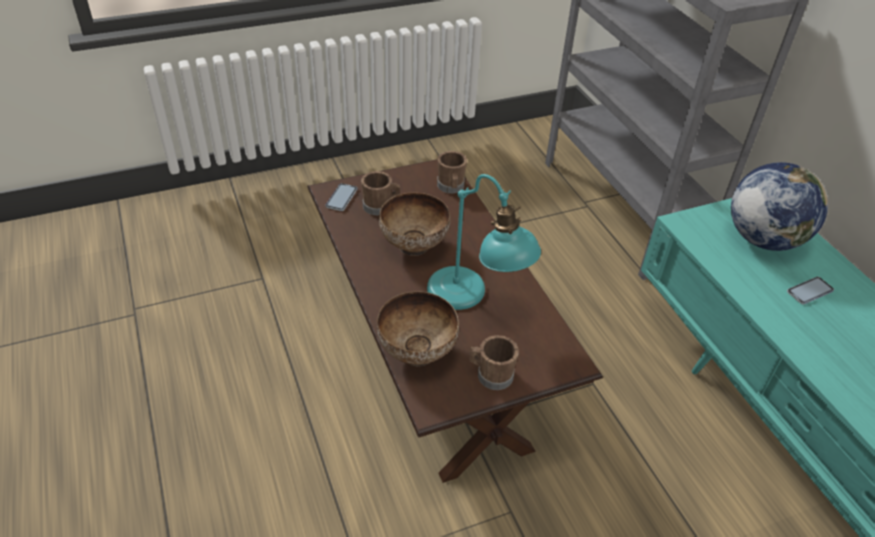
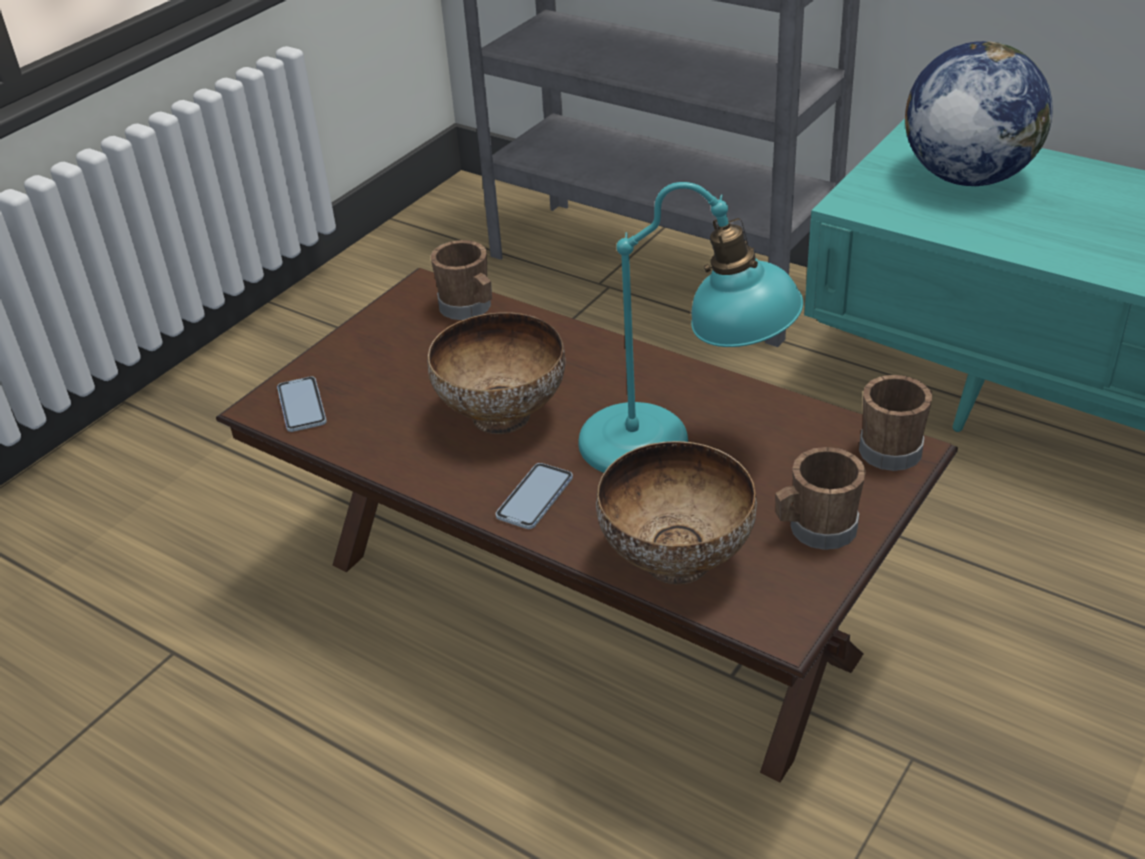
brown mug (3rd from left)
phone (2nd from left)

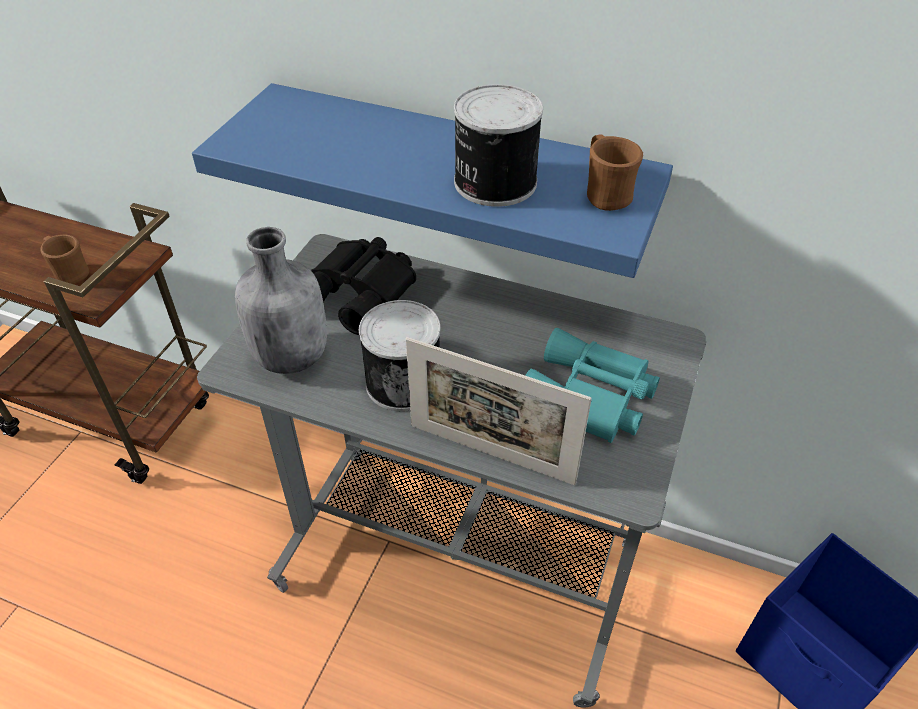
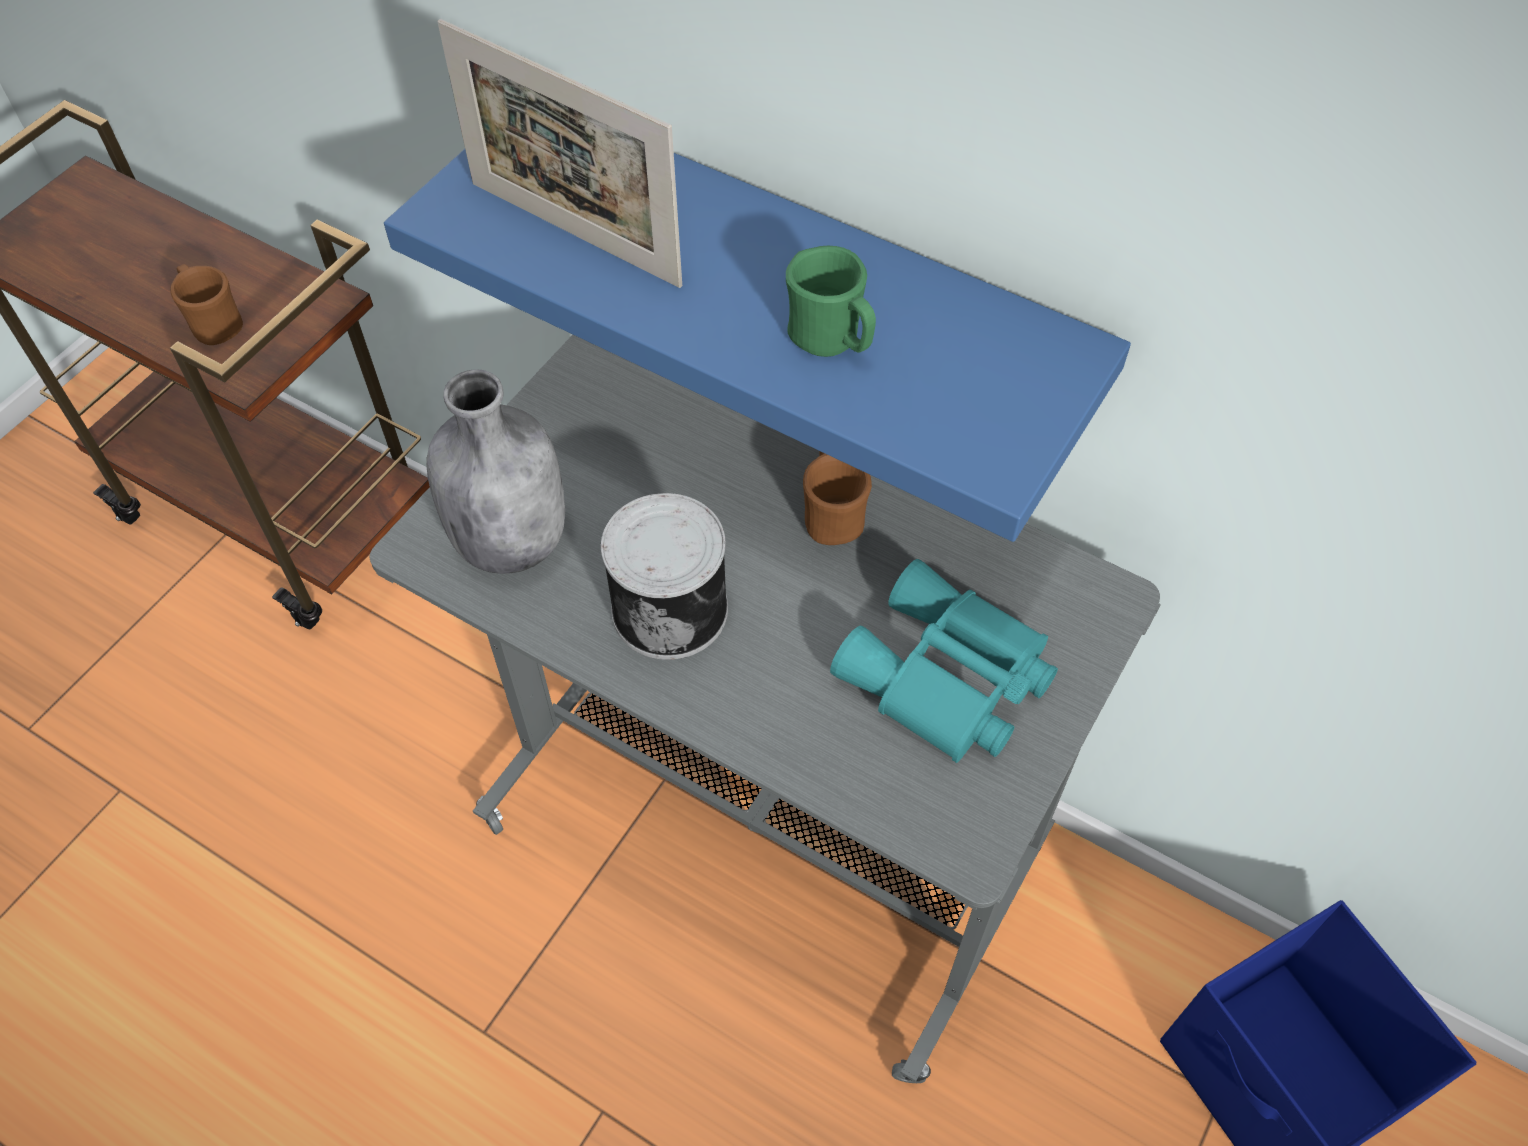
black binoculars
picture frame
green mug
brown mug (2nd from left)

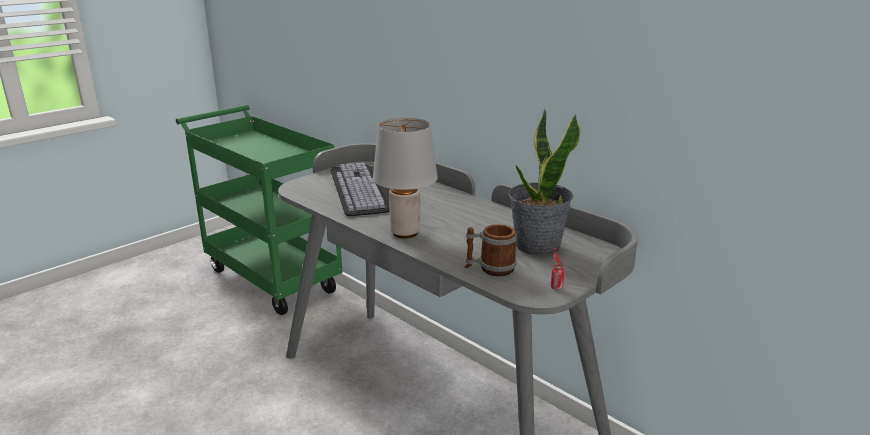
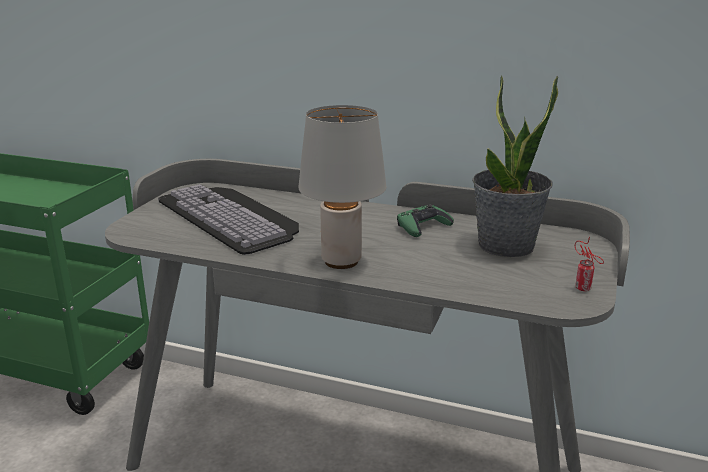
mug
green game controller

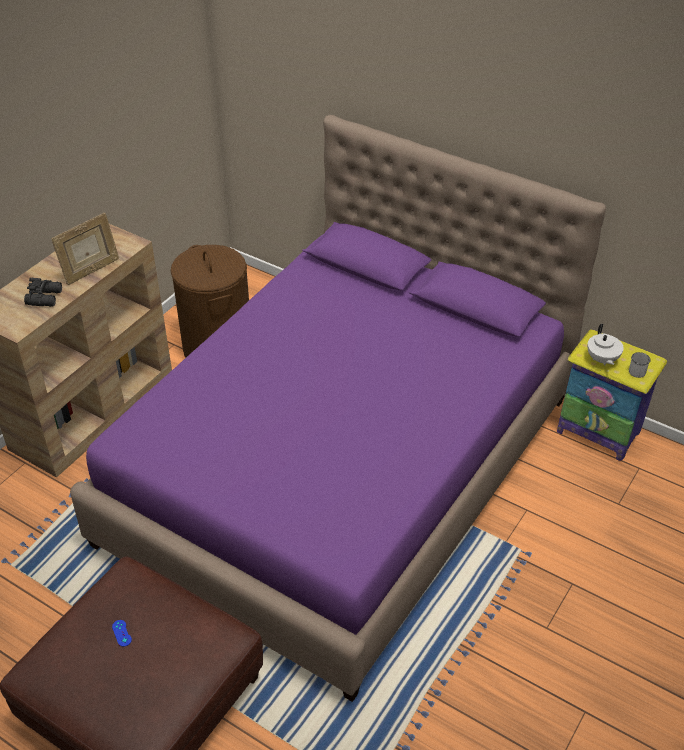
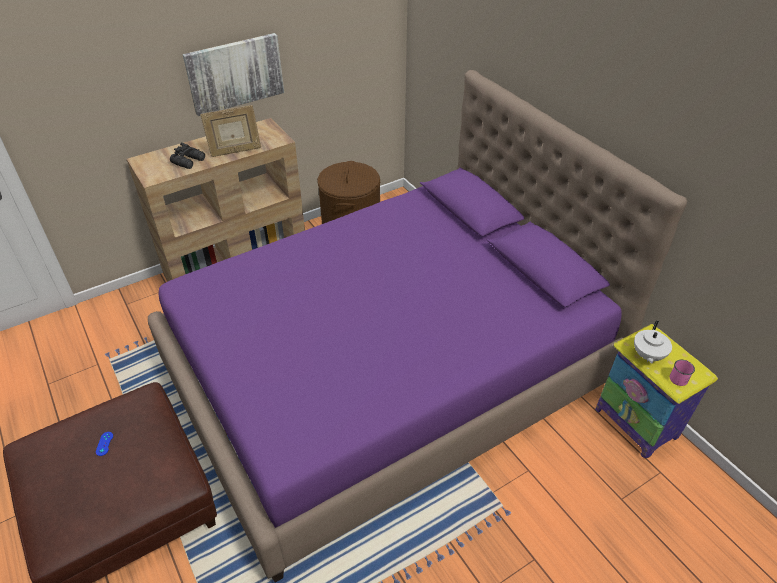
pink mug
picture

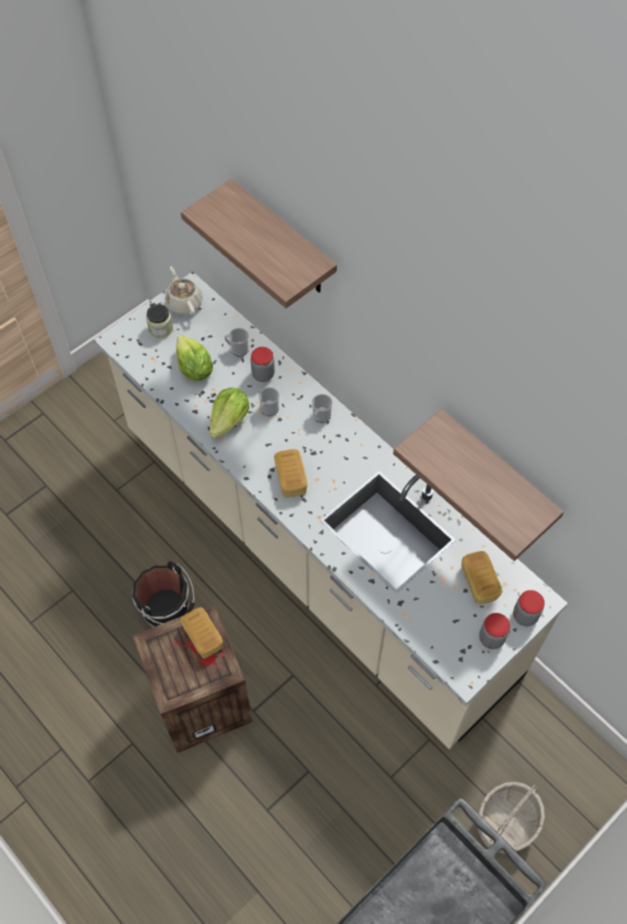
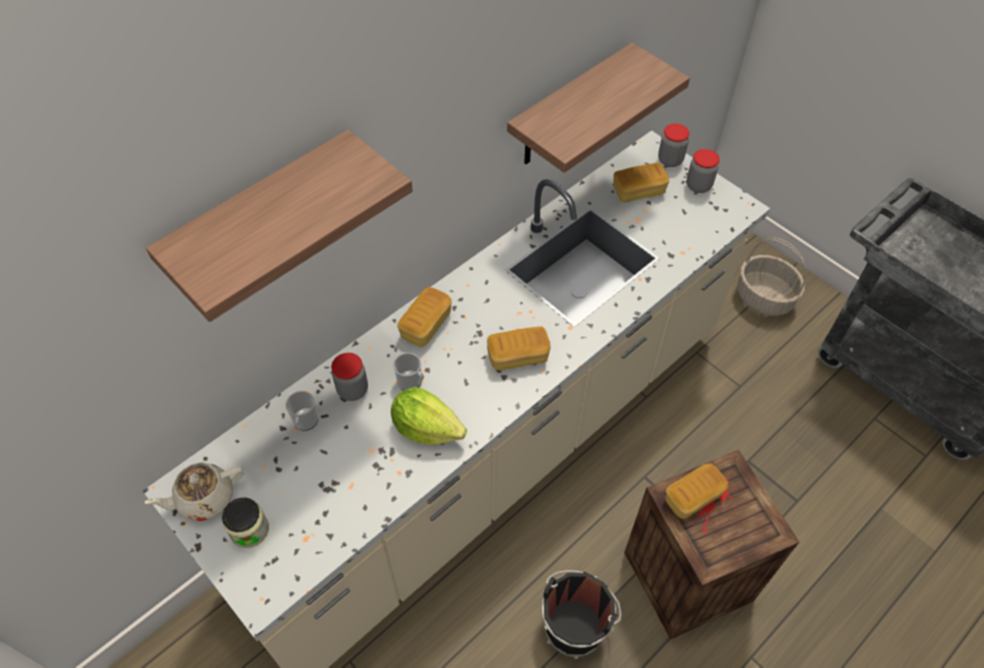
lettuce (1st from left in the first image)
bread (1st from left)

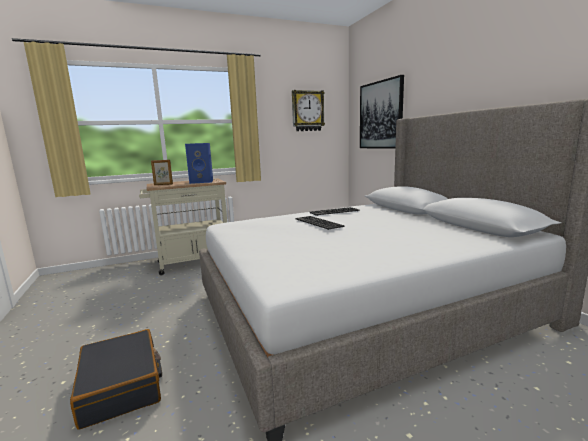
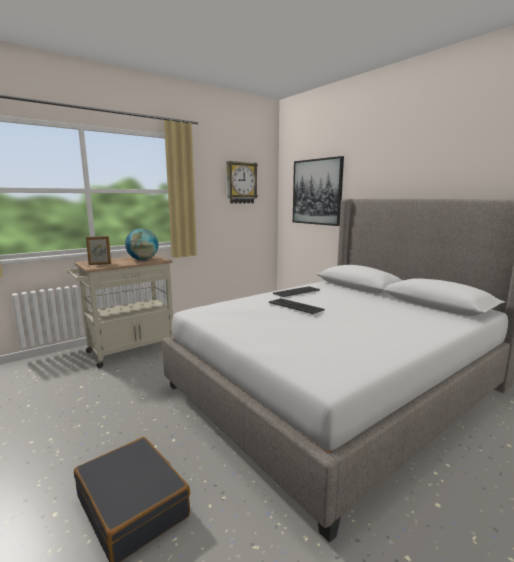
globe

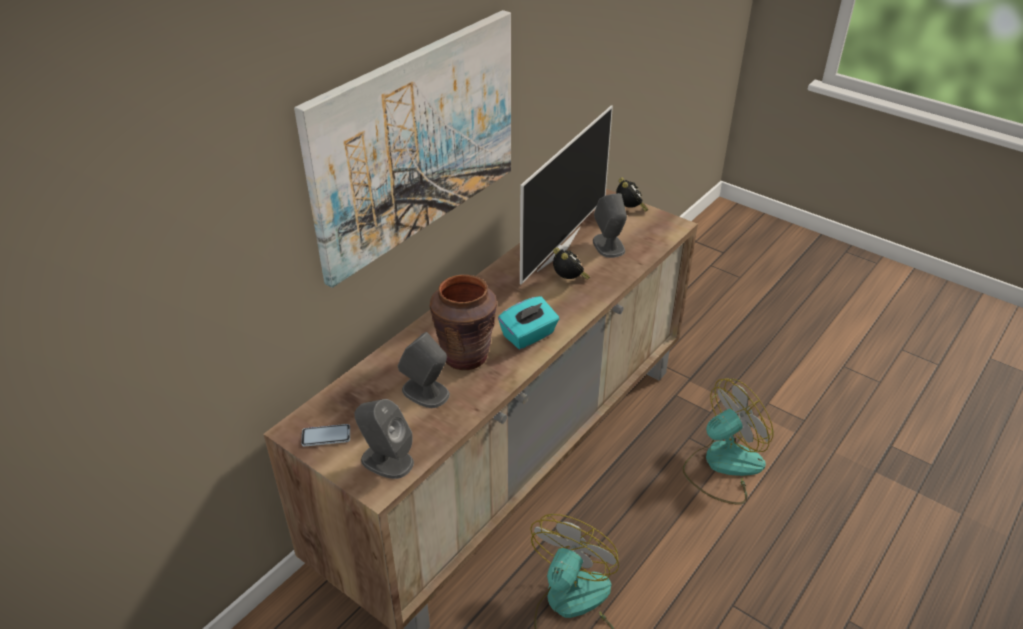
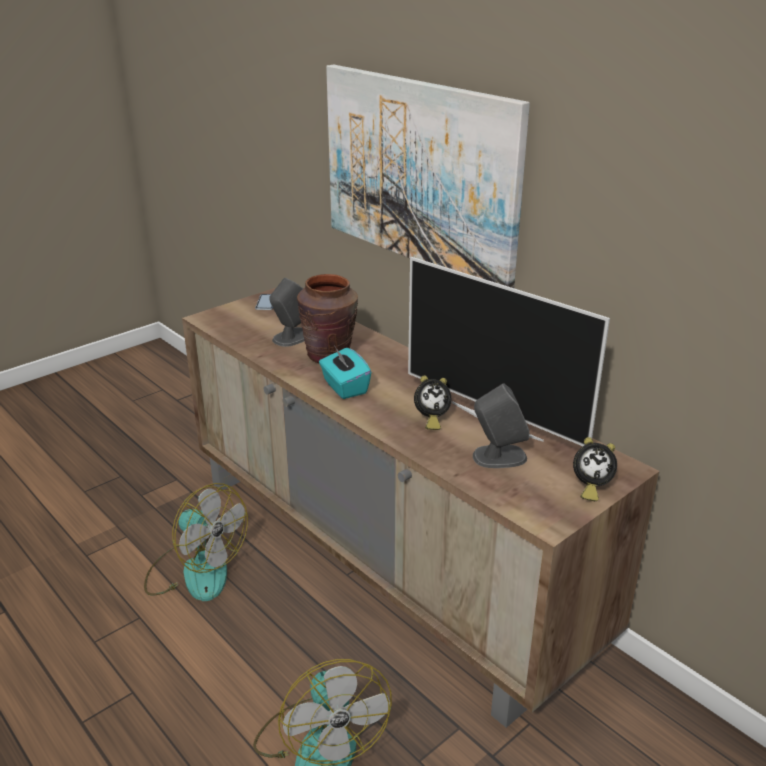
grey speaker (1st from left in the first image)

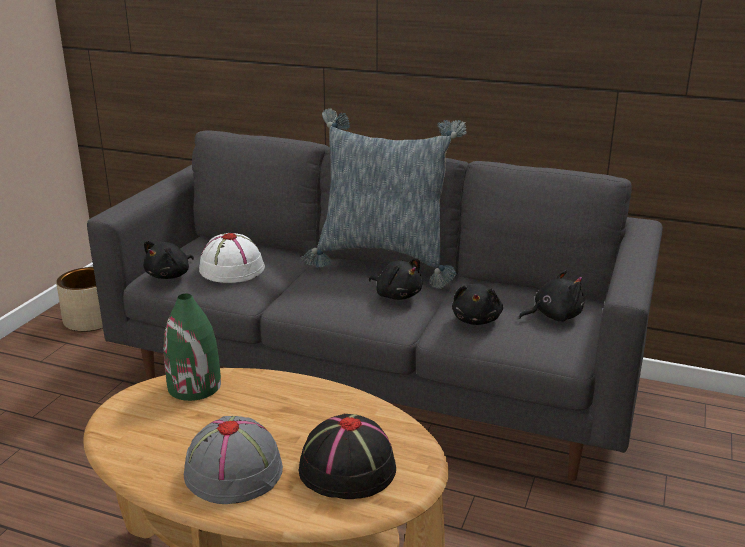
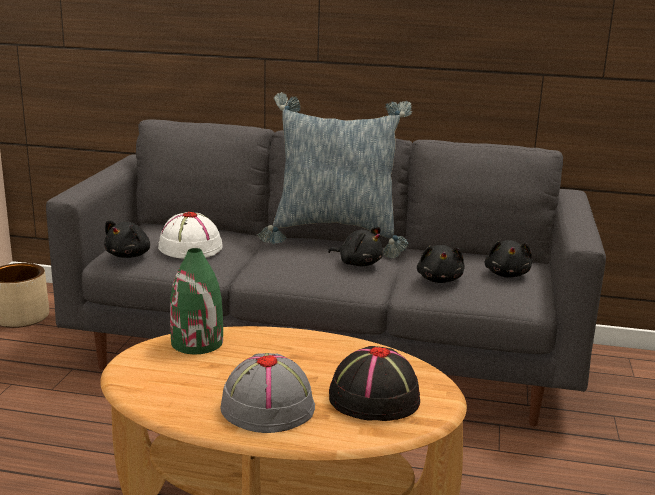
black plush toy (4th from left)

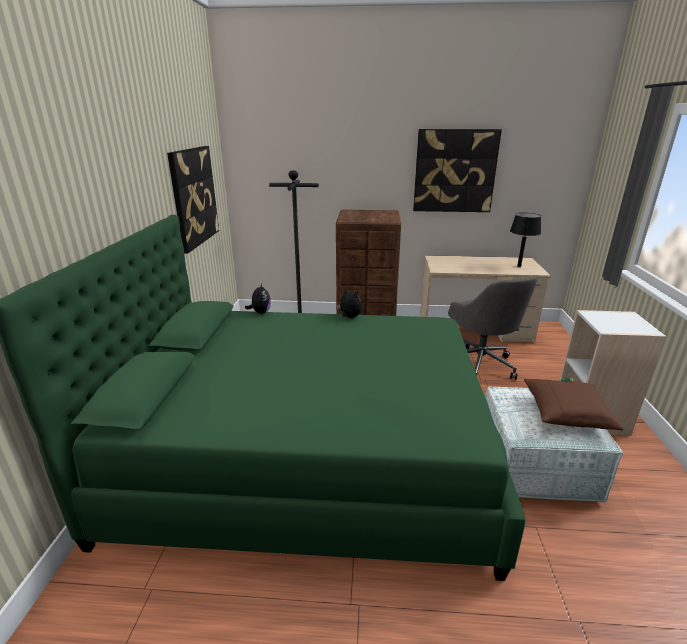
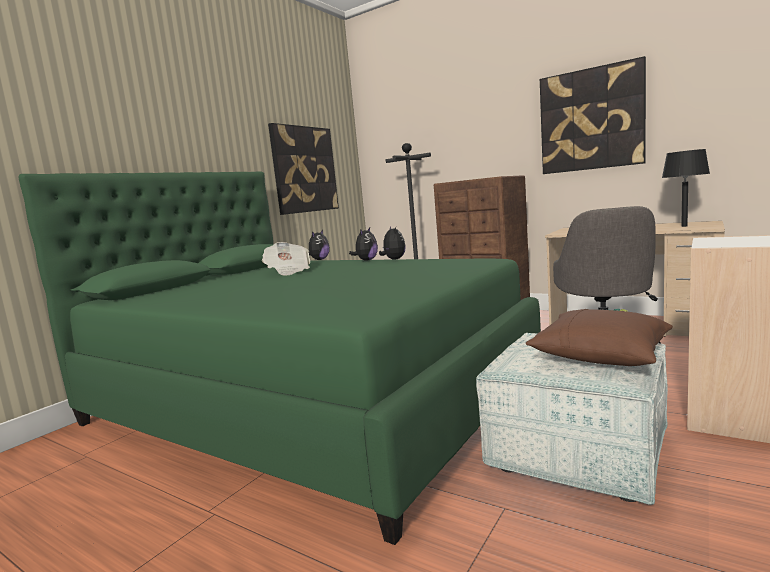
newspaper
plush toy (2nd from left)

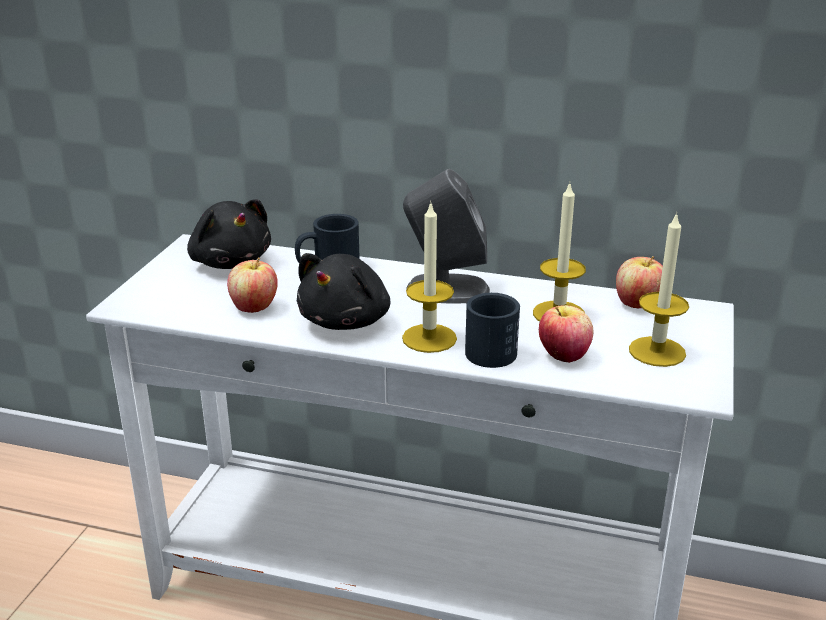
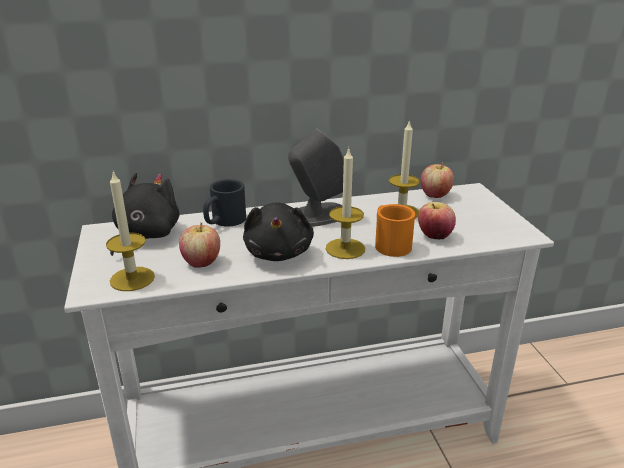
black plush toy (1st from left)
orange mug
candle (1st from left)

